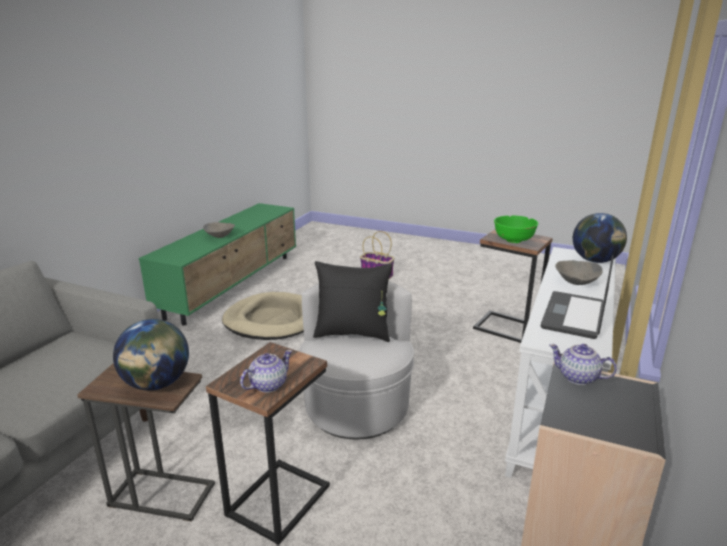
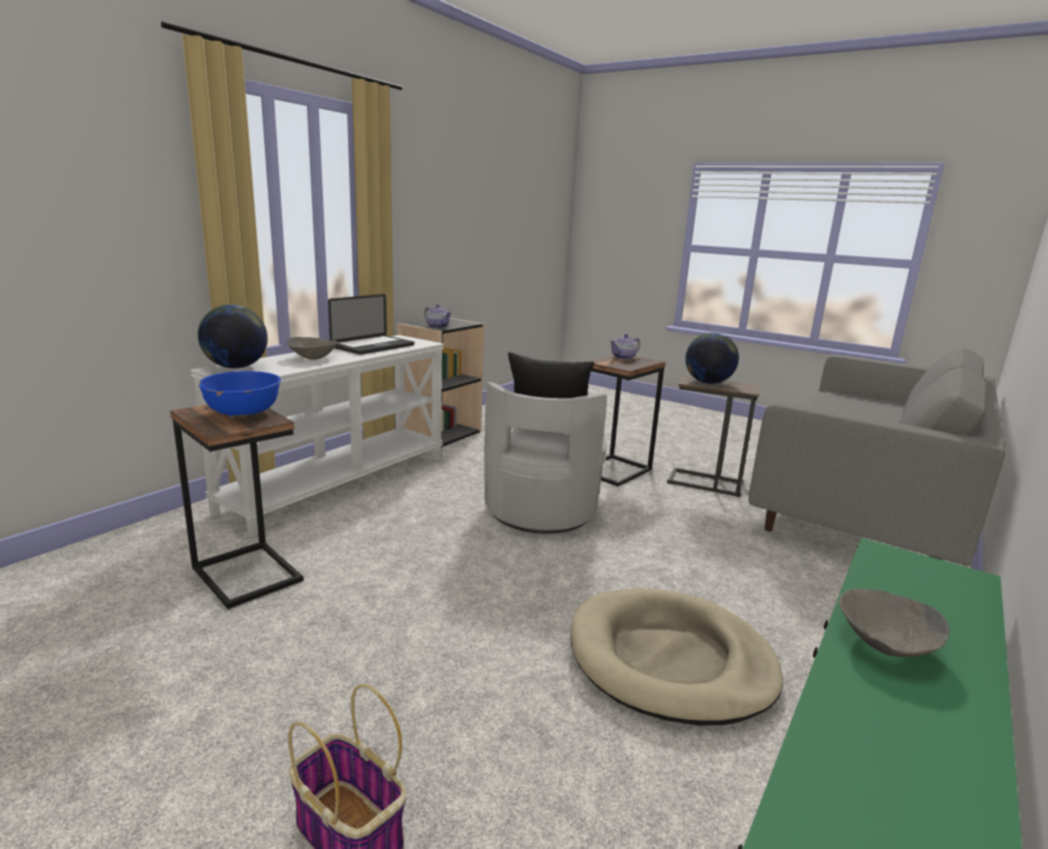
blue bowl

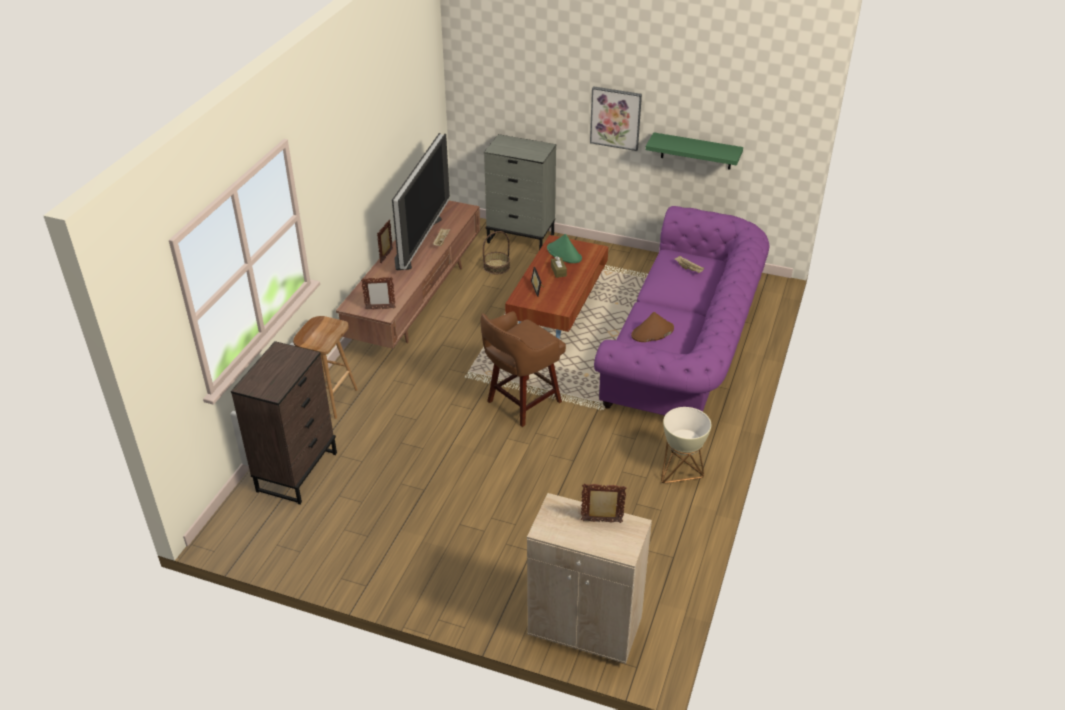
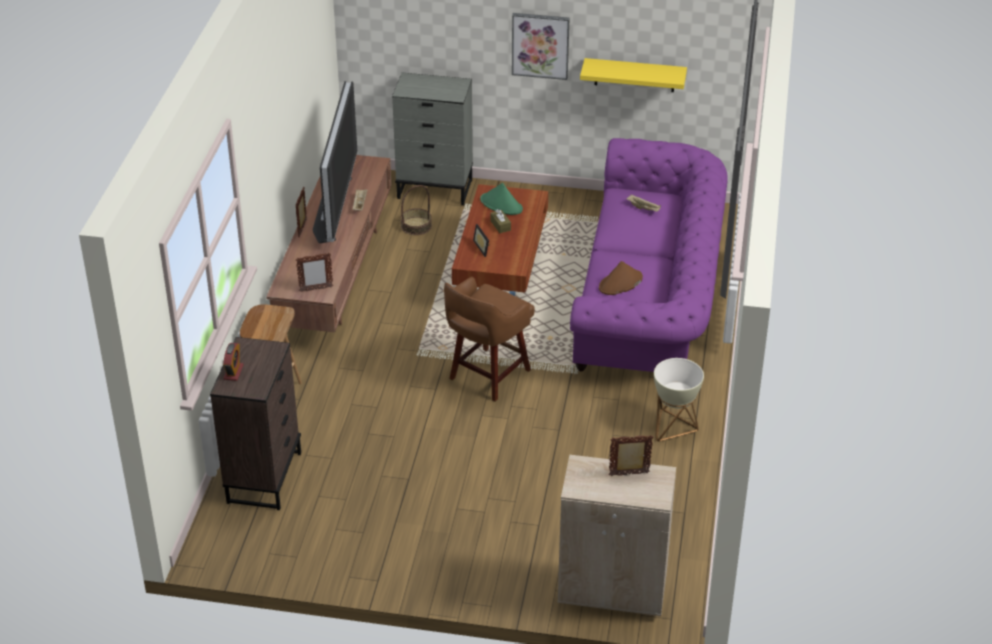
yellow shelf
alarm clock

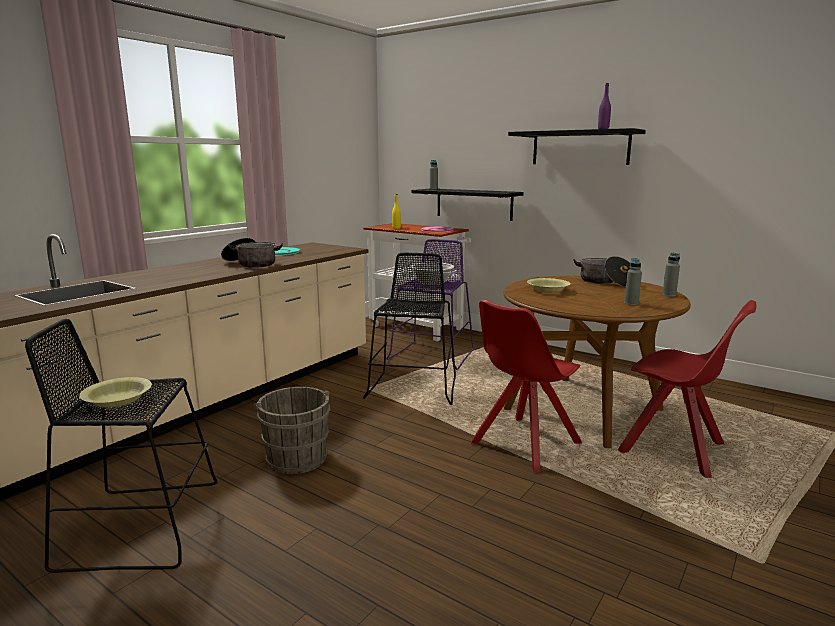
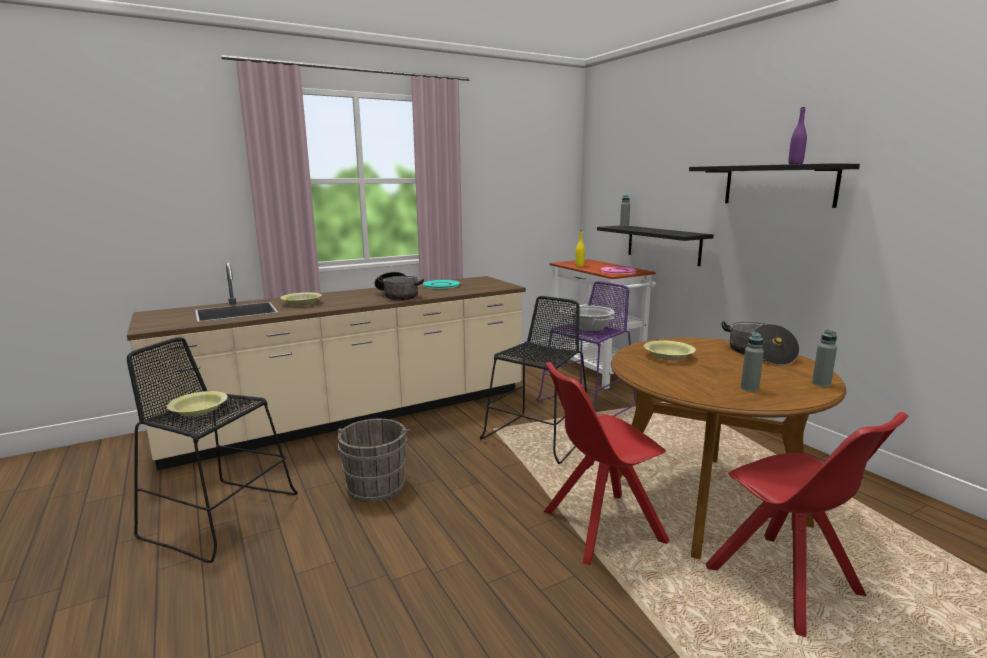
yellow bowl (2nd from left)

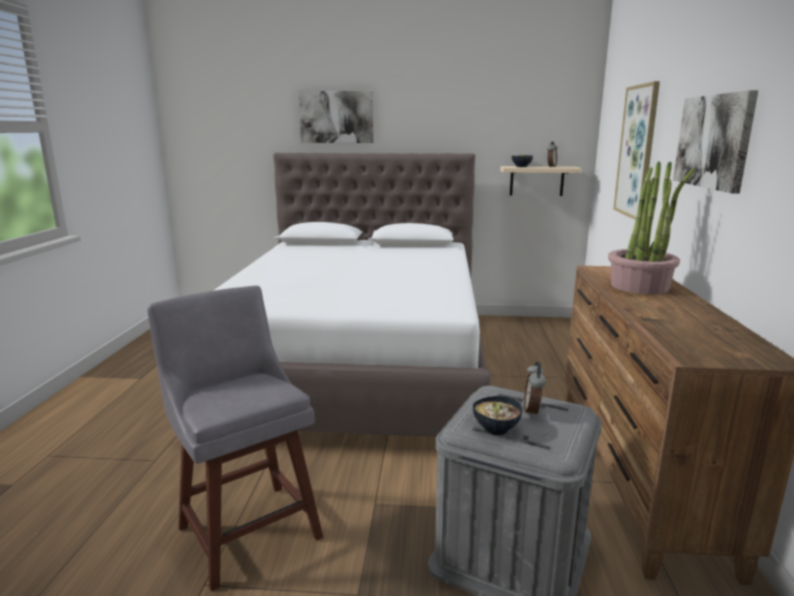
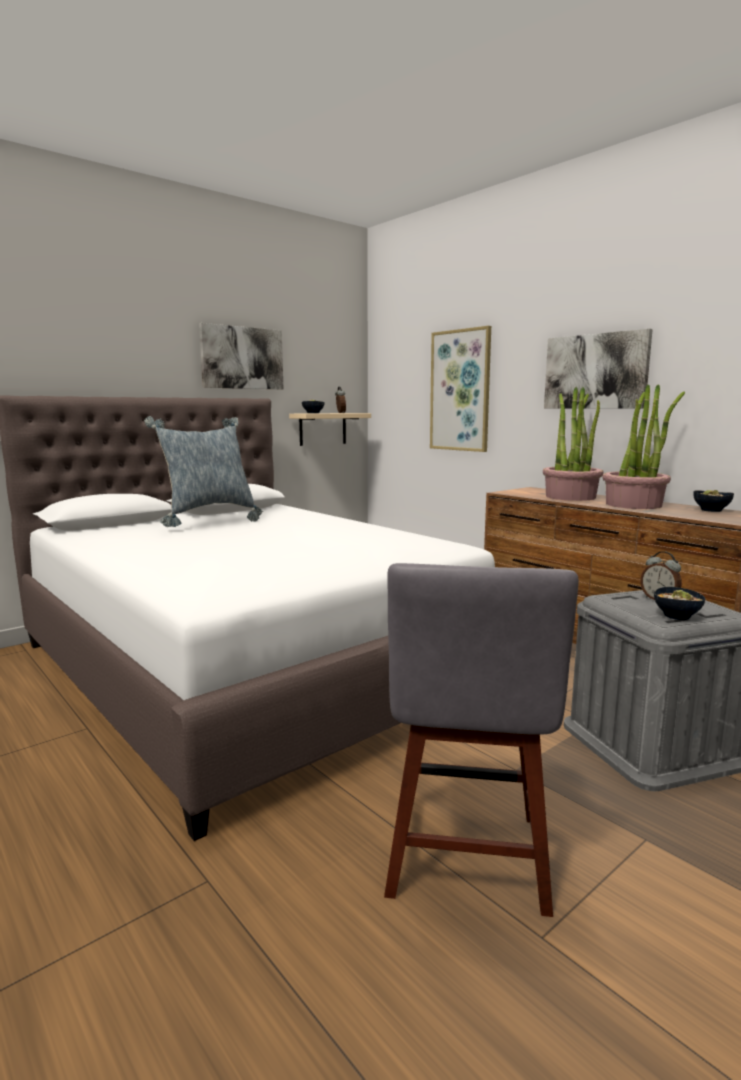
grey chair
picture (1st from left)
pillow
potted plant (2nd from left)
bowl (3rd from left)

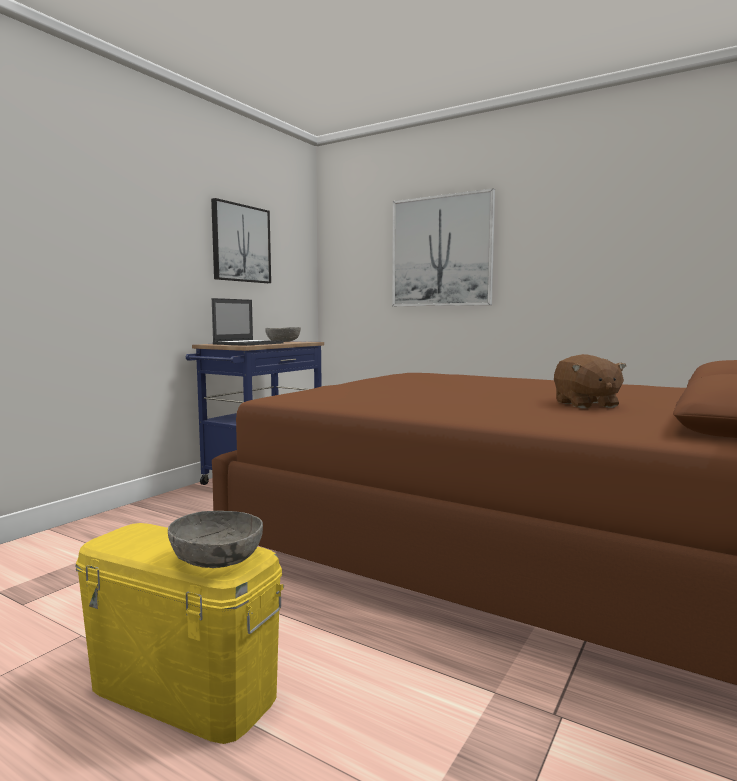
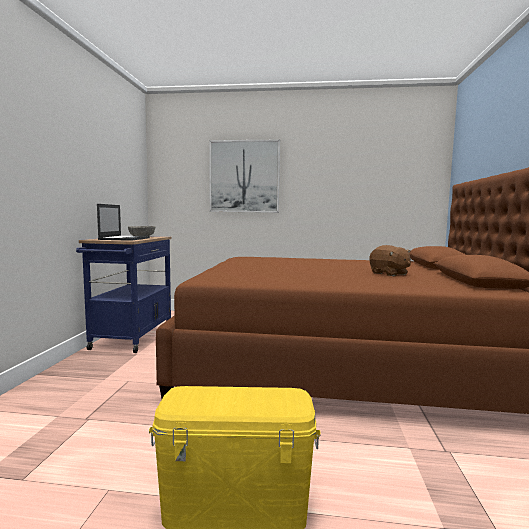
grey bowl (1st from left in the first image)
picture (1st from left in the first image)

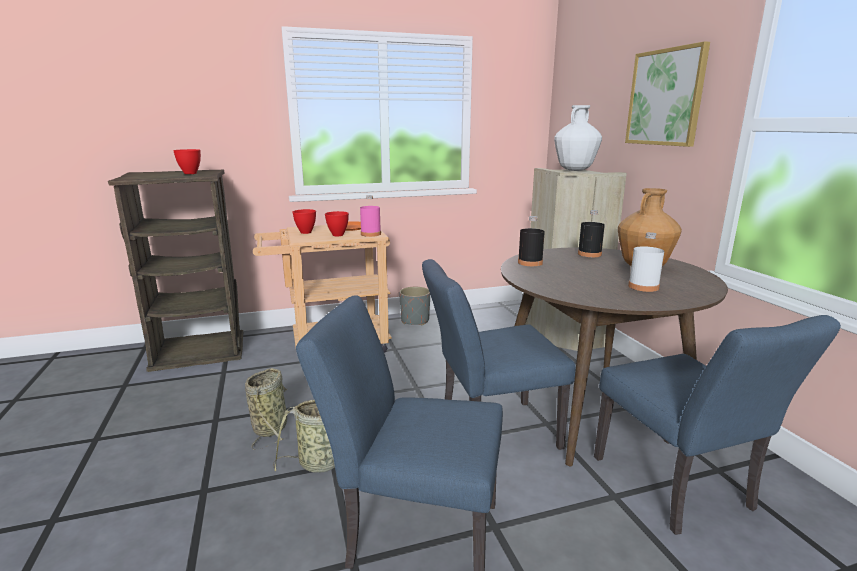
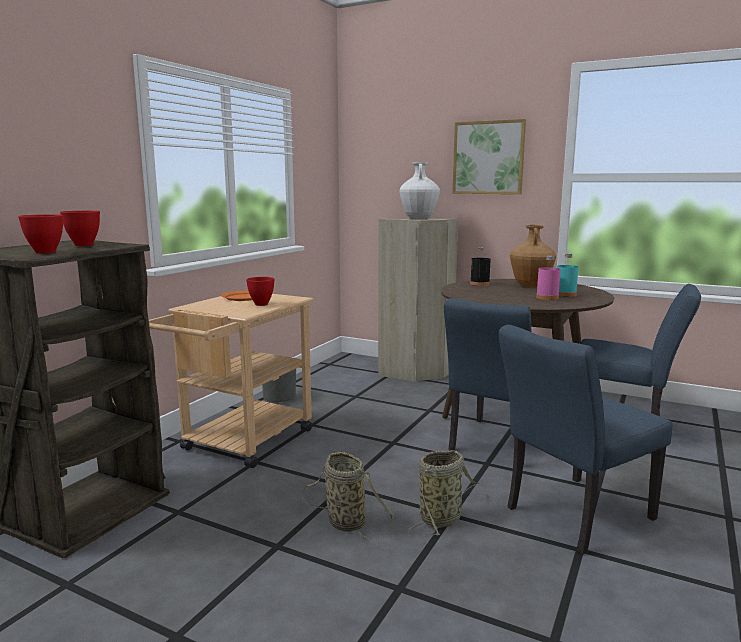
red bowl (1st from left)
pink bottle
black bottle (1st from left in the first image)
turquoise bottle

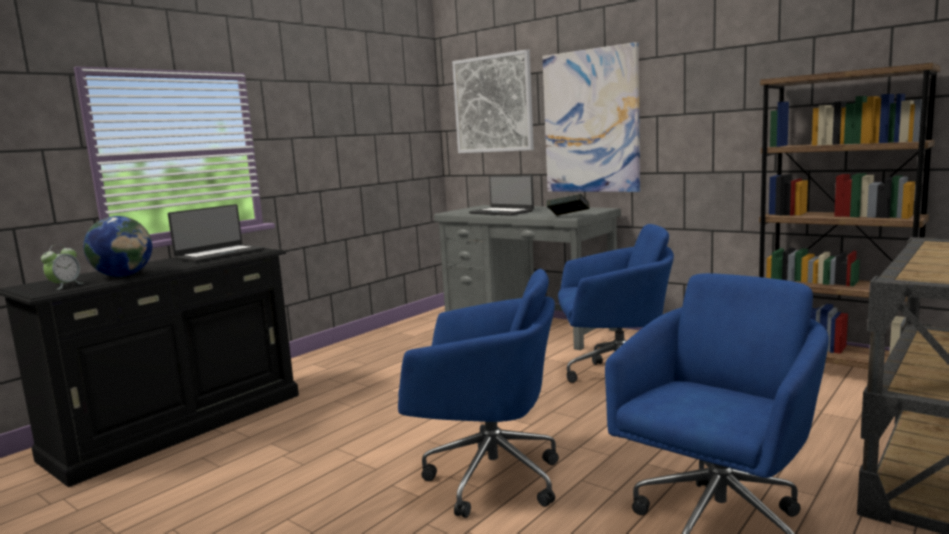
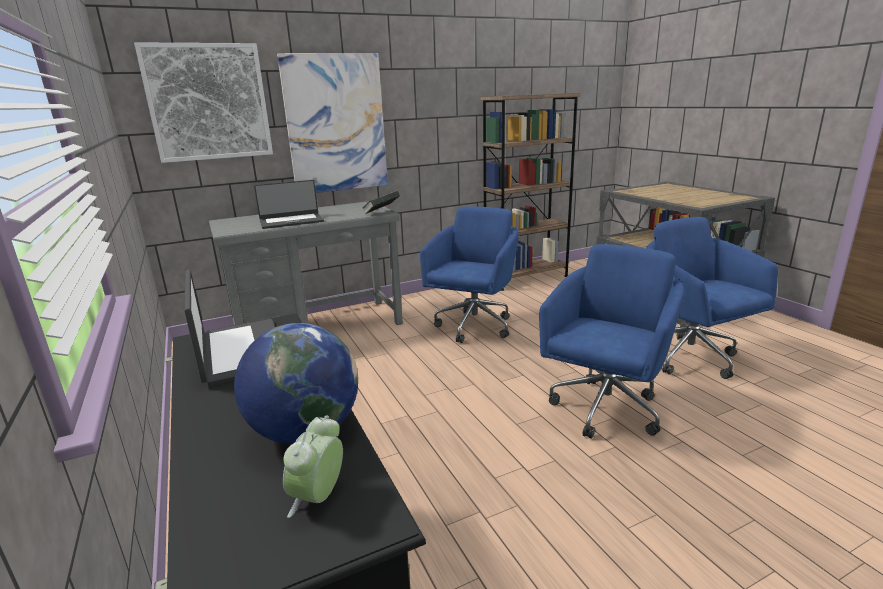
alarm clock

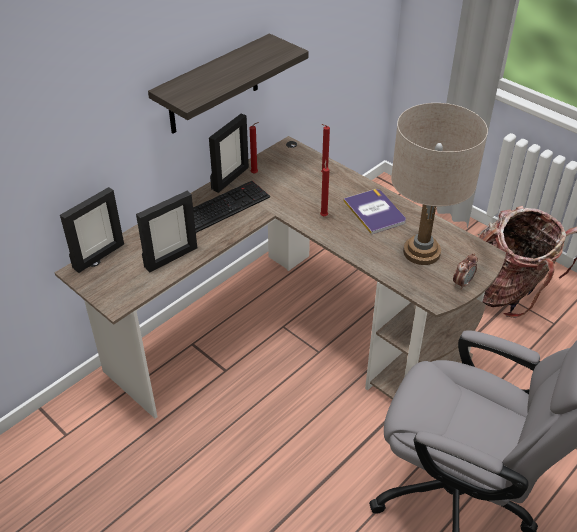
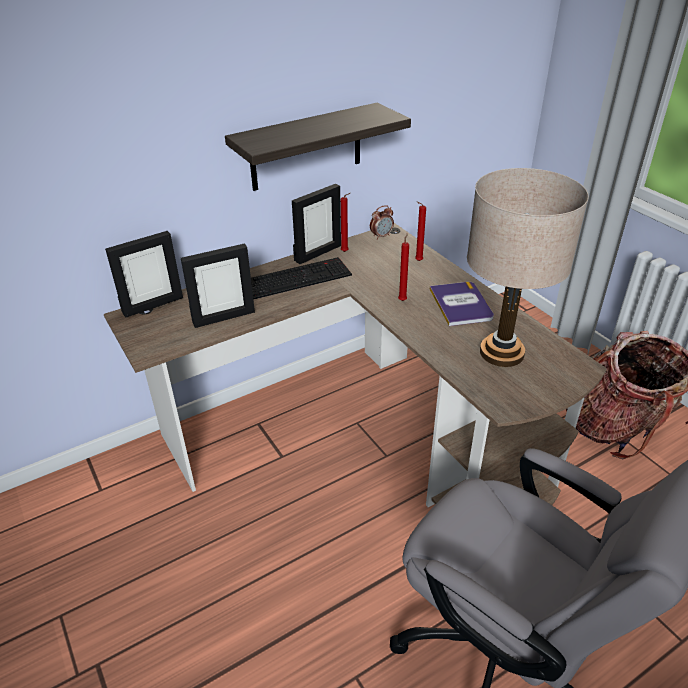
alarm clock

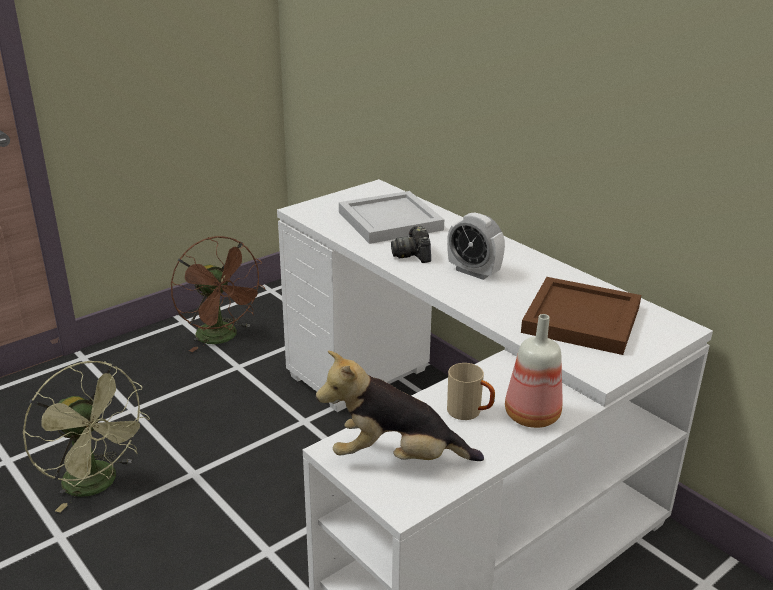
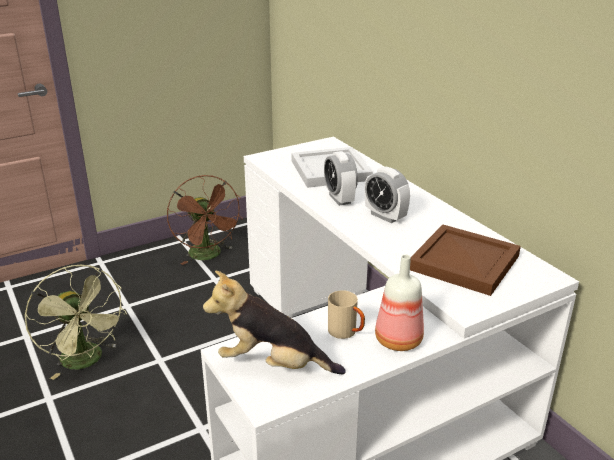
alarm clock (1st from left)

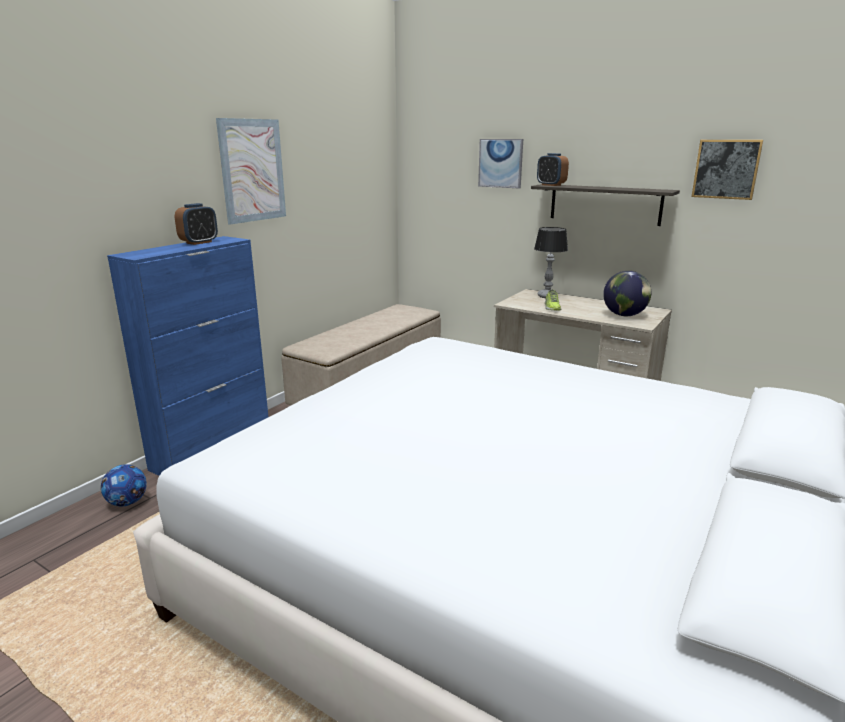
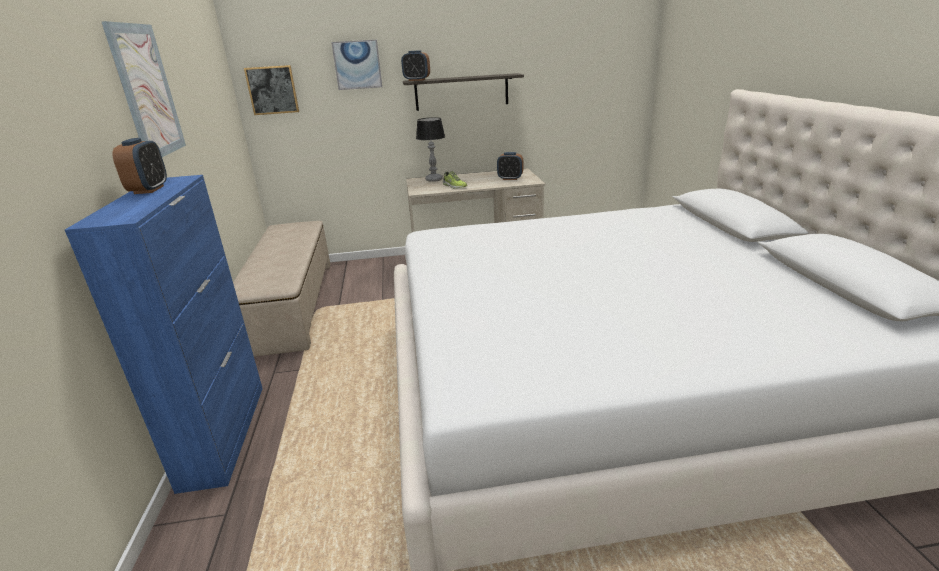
football
alarm clock (3rd from left)
picture (2nd from left)

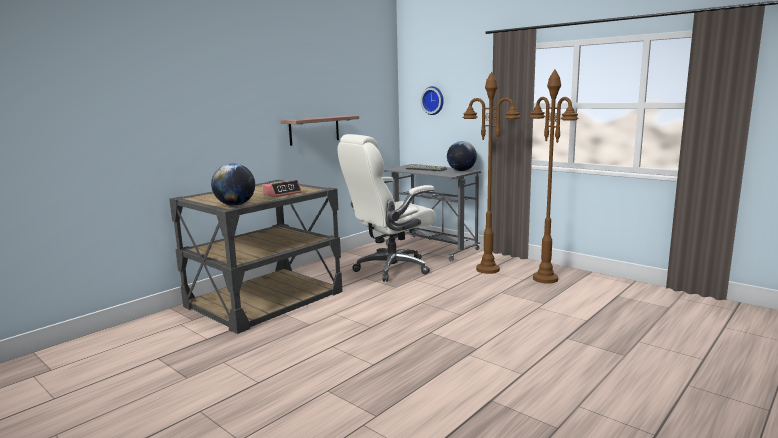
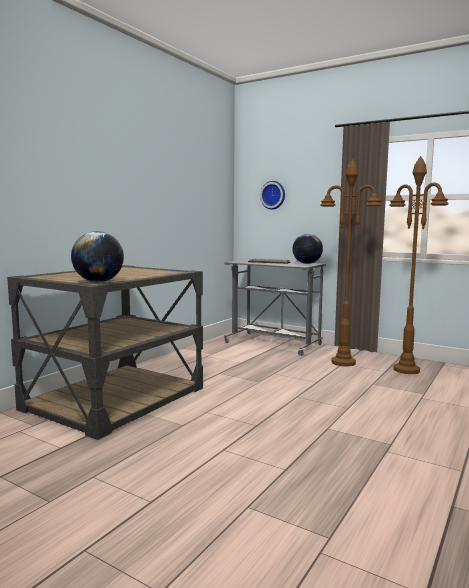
alarm clock
shelf
white office chair

